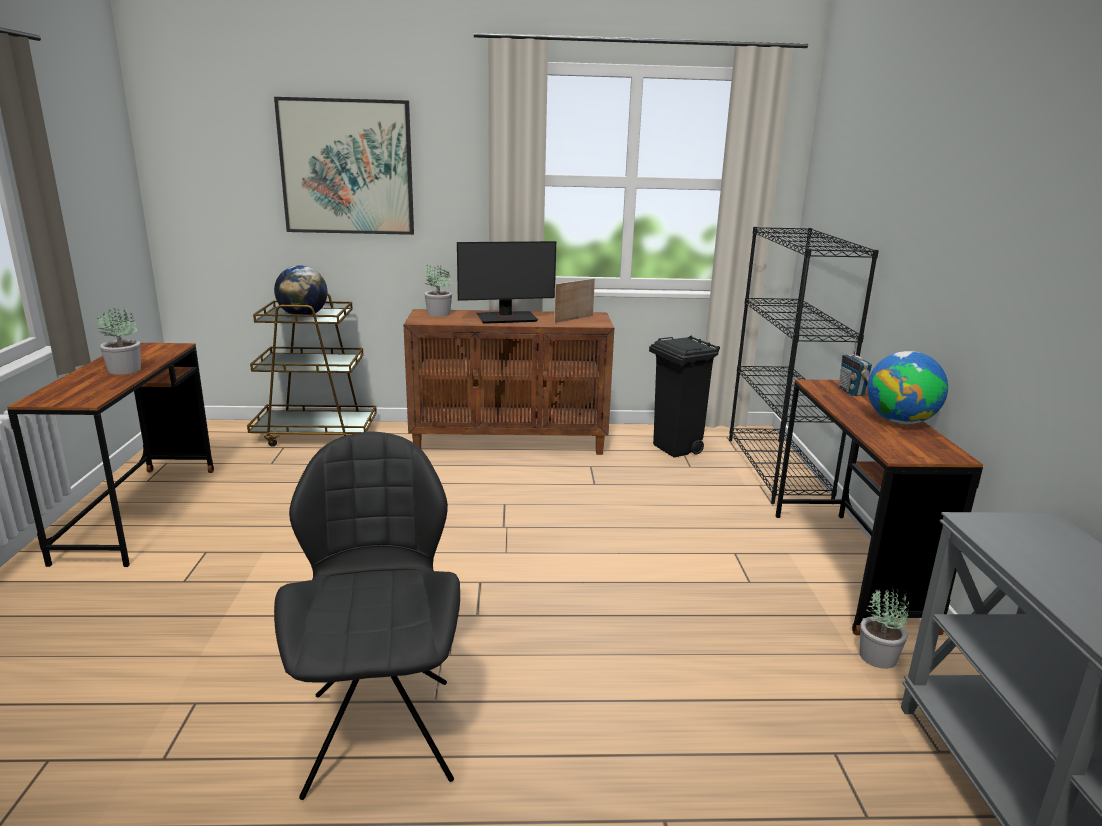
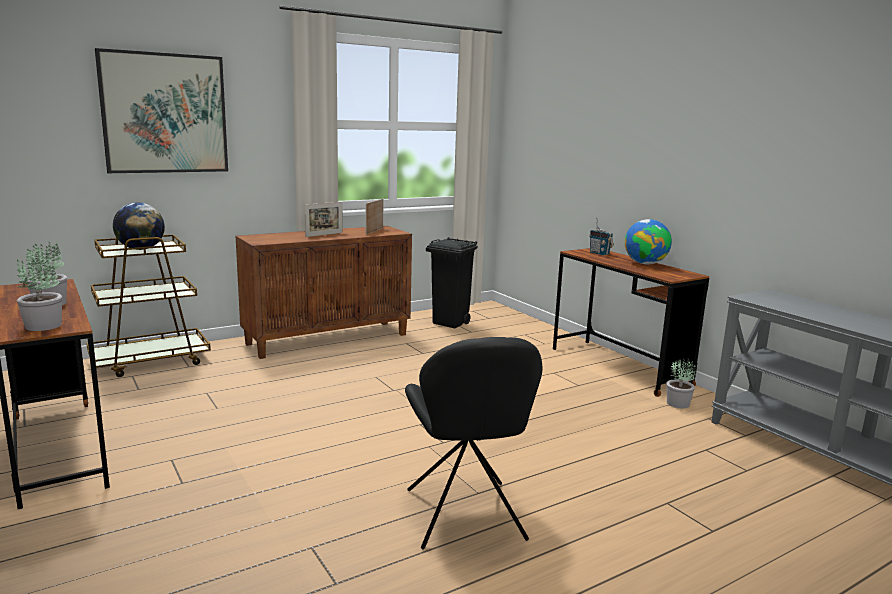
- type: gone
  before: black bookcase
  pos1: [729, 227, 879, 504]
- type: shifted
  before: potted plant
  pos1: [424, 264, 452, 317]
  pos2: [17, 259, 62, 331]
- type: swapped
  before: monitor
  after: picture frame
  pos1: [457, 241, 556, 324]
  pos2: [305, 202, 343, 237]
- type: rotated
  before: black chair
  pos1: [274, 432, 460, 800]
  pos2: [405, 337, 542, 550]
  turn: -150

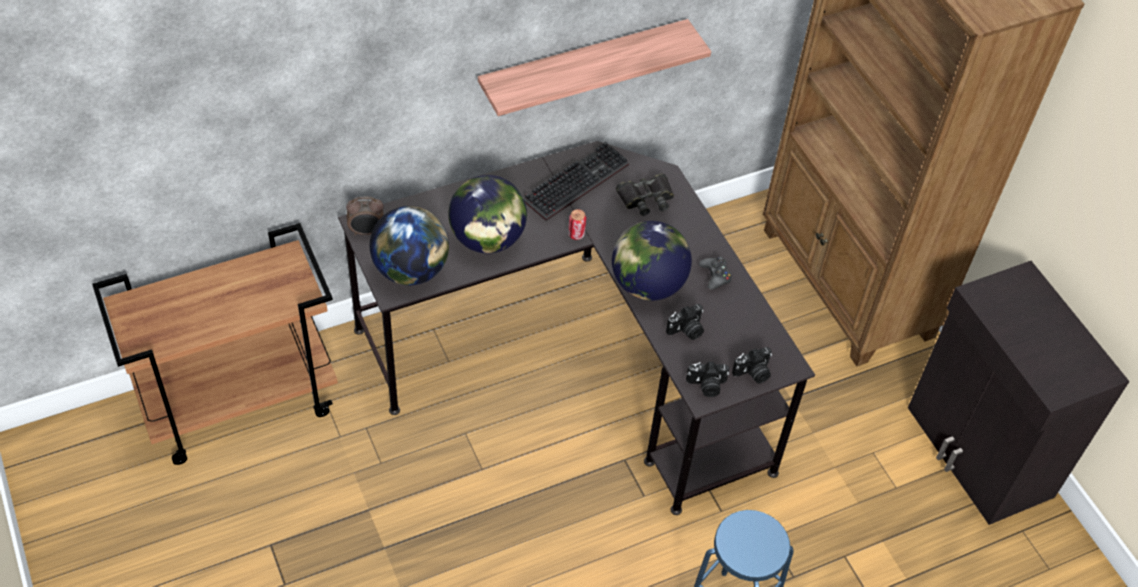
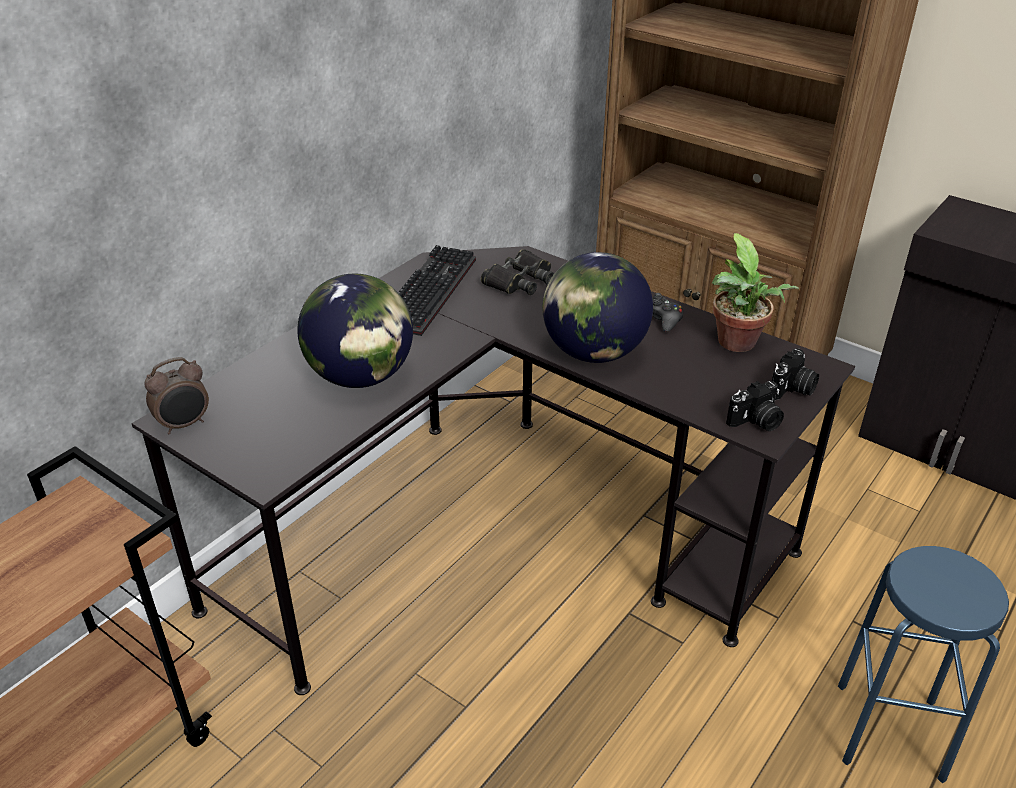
- type: gone
  before: globe
  pos1: [370, 206, 449, 285]
- type: gone
  before: shelf
  pos1: [478, 19, 711, 116]
- type: gone
  before: can
  pos1: [568, 209, 586, 240]
- type: gone
  before: photo camera
  pos1: [666, 304, 704, 340]
- type: new
  after: potted plant
  pos2: [712, 233, 799, 352]

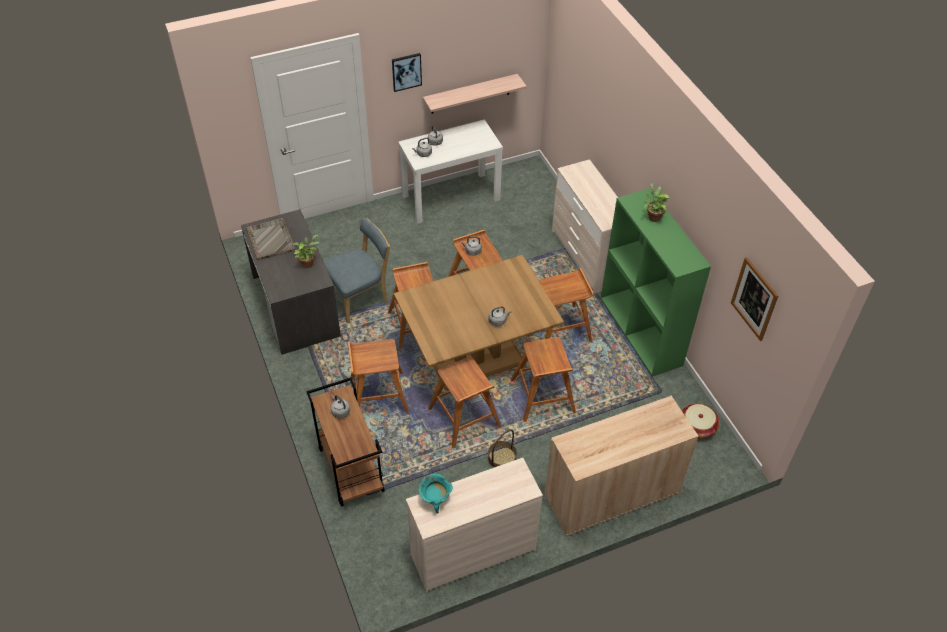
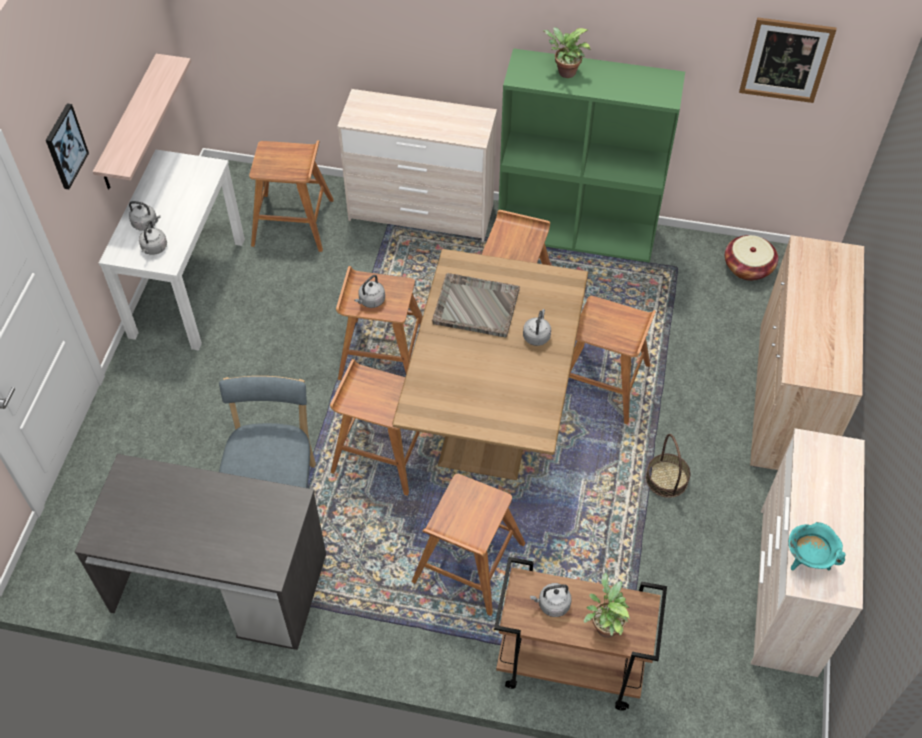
- type: shifted
  before: grey tray
  pos1: [246, 218, 295, 260]
  pos2: [432, 273, 520, 337]
- type: shifted
  before: potted plant
  pos1: [293, 235, 319, 268]
  pos2: [584, 573, 630, 638]
- type: shifted
  before: brown stool
  pos1: [428, 357, 501, 449]
  pos2: [249, 141, 334, 252]

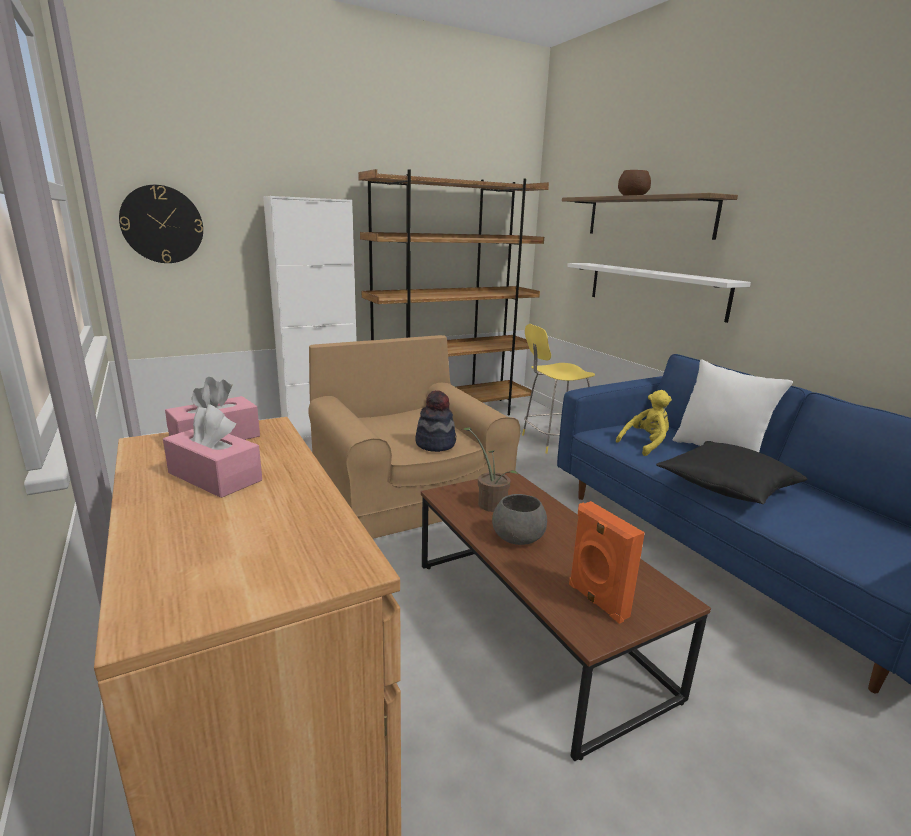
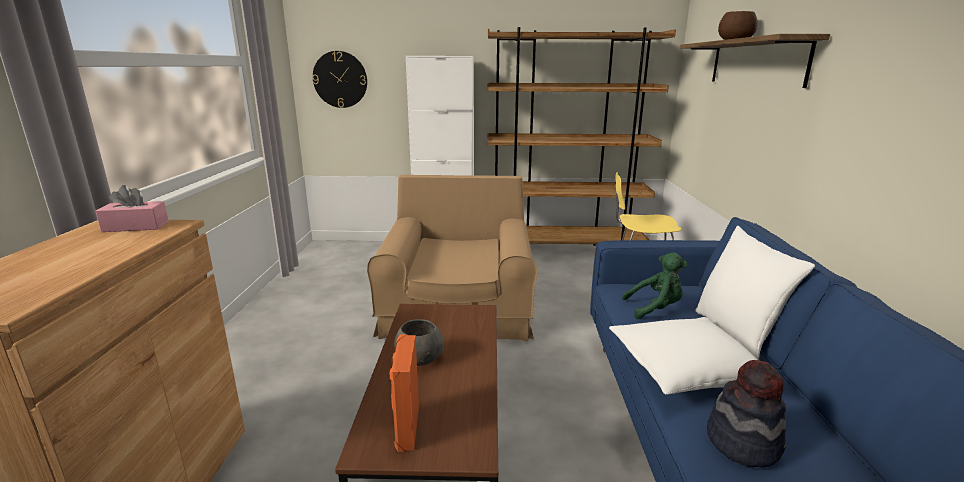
- type: gone
  before: pink tissue box
  pos1: [163, 404, 262, 498]
- type: gone
  before: potted plant
  pos1: [463, 427, 519, 512]
- type: gone
  before: white shelf
  pos1: [567, 263, 751, 323]
- type: shifted
  before: hat
  pos1: [416, 390, 456, 452]
  pos2: [707, 360, 786, 467]
- type: repainted
  before: yellow plush toy
  after: green plush toy
  pos1: [616, 390, 672, 456]
  pos2: [622, 253, 688, 319]
- type: repainted
  before: black pillow
  after: white pillow
  pos1: [656, 441, 807, 504]
  pos2: [609, 317, 784, 394]

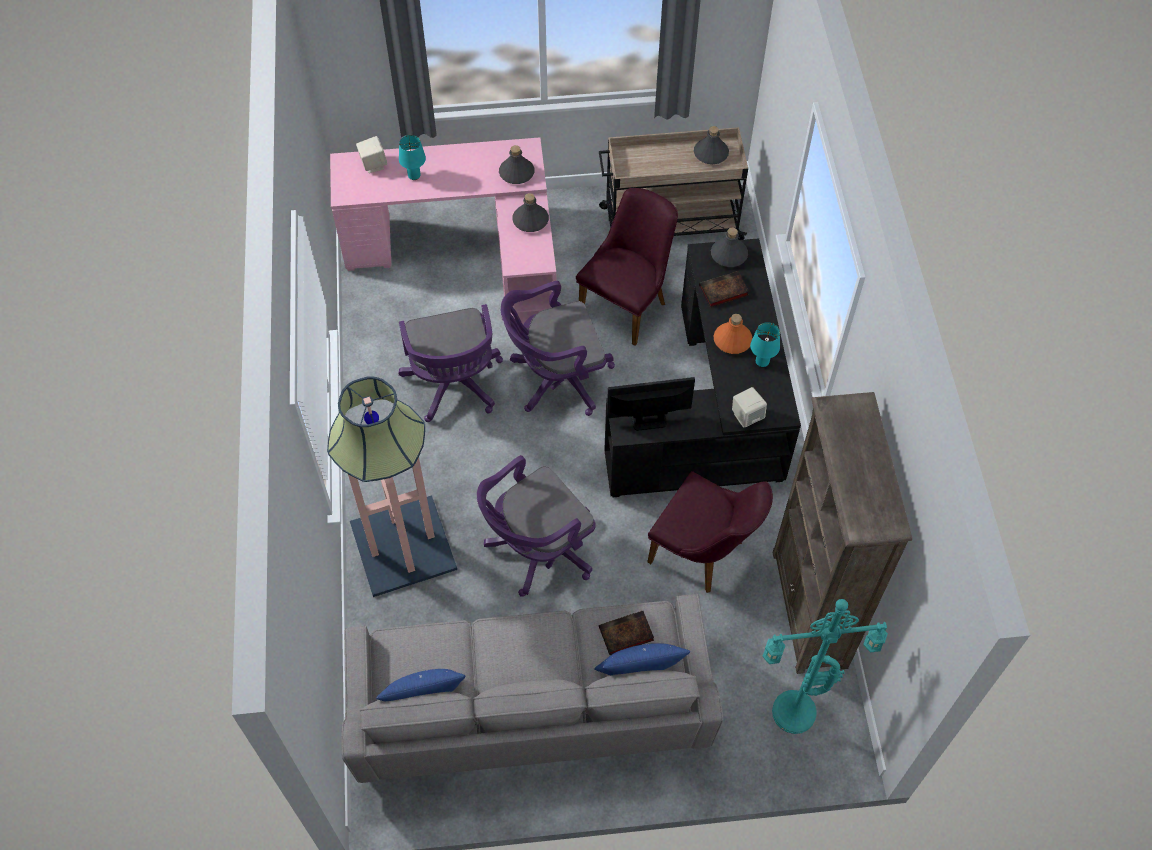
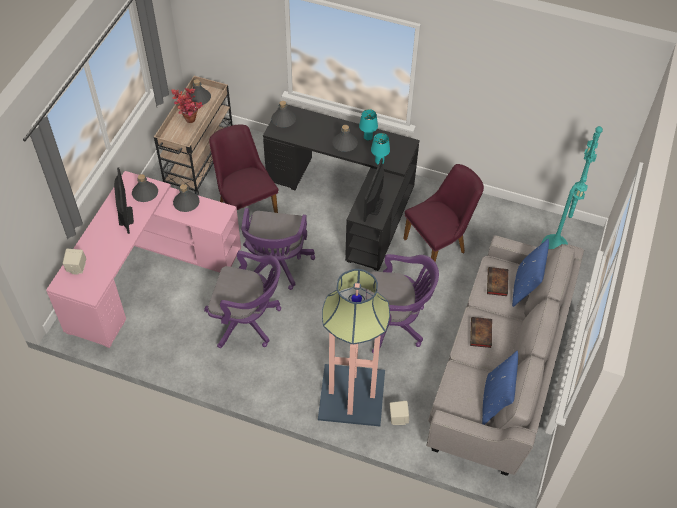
- type: gone
  before: brown bookcase
  pos1: [772, 392, 912, 674]
- type: new
  after: monitor
  pos2: [114, 168, 134, 234]
- type: new
  after: potted plant
  pos2: [171, 88, 203, 123]
- type: shifted
  before: turquoise table lamp
  pos1: [399, 135, 426, 180]
  pos2: [371, 133, 390, 165]
- type: shifted
  before: book
  pos1: [699, 271, 749, 307]
  pos2: [470, 317, 492, 348]
- type: shifted
  before: beige speaker
  pos1: [732, 387, 767, 428]
  pos2: [390, 401, 409, 425]
- type: repainted
  before: orange bottle
  after: grey bottle
  pos1: [714, 314, 752, 354]
  pos2: [332, 125, 358, 152]
- type: rotated
  before: purple office chair
  pos1: [477, 455, 595, 597]
  pos2: [366, 254, 439, 354]
  turn: -75

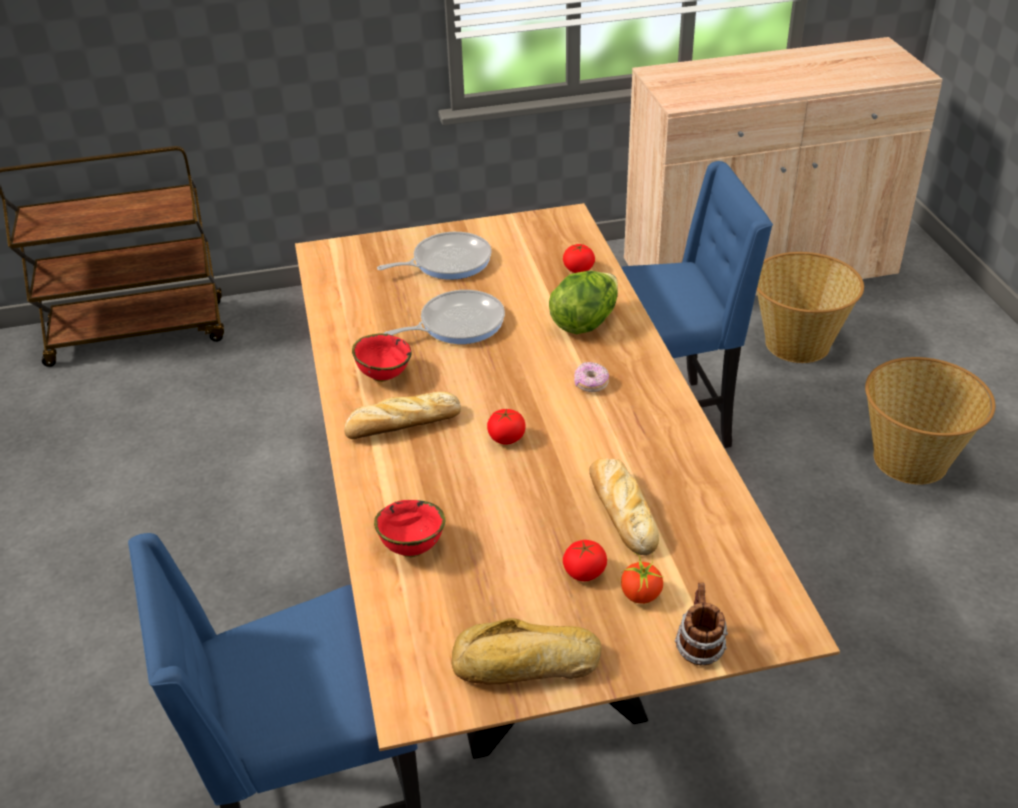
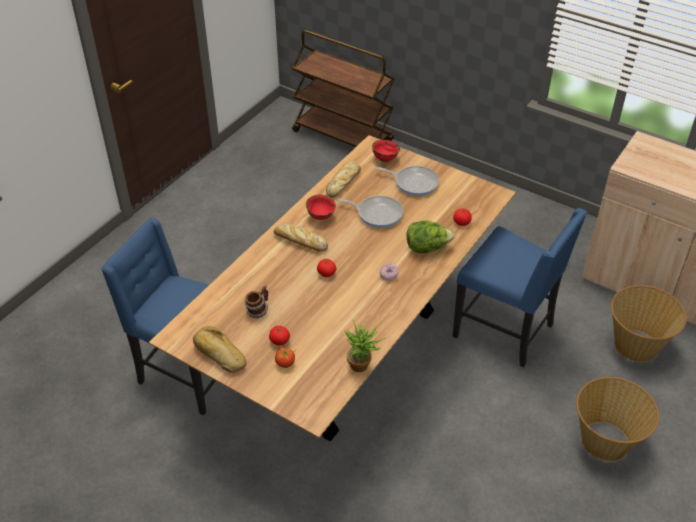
- type: new
  after: potted plant
  pos2: [344, 319, 385, 372]
- type: shifted
  before: red bowl
  pos1: [374, 500, 446, 557]
  pos2: [372, 140, 400, 162]
- type: shifted
  before: bread
  pos1: [589, 458, 659, 555]
  pos2: [326, 161, 361, 198]
- type: shifted
  before: mug
  pos1: [675, 582, 728, 665]
  pos2: [245, 286, 268, 318]

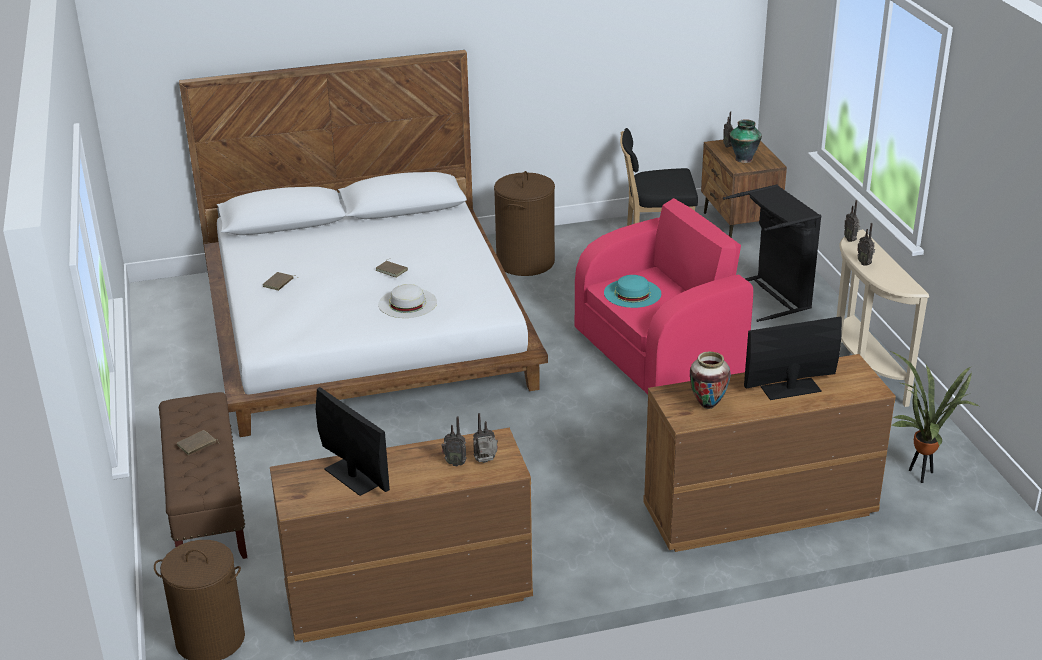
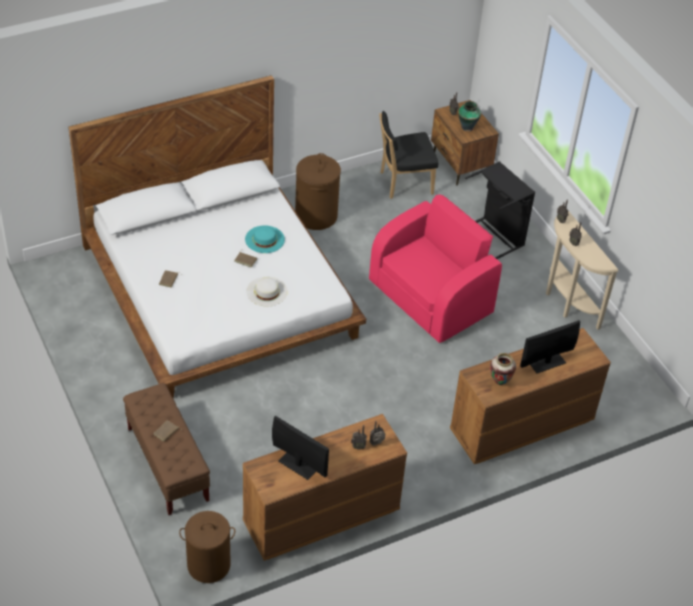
- type: gone
  before: potted plant
  pos1: [891, 351, 979, 483]
- type: shifted
  before: turquoise hat
  pos1: [604, 275, 661, 308]
  pos2: [245, 225, 285, 253]

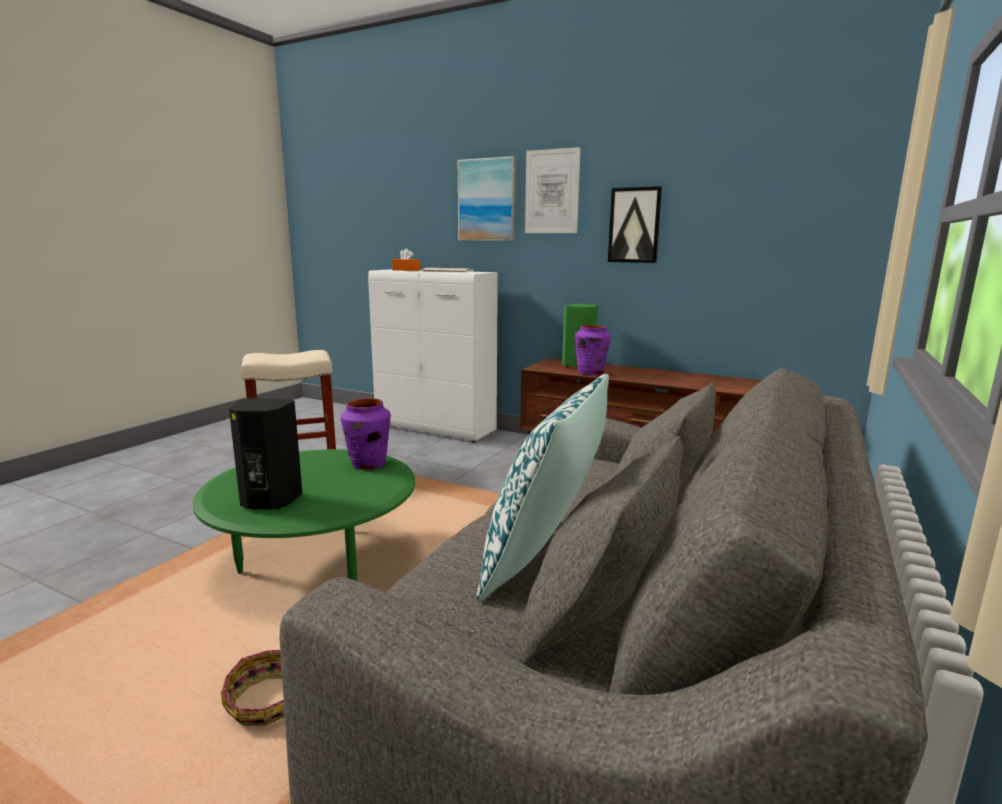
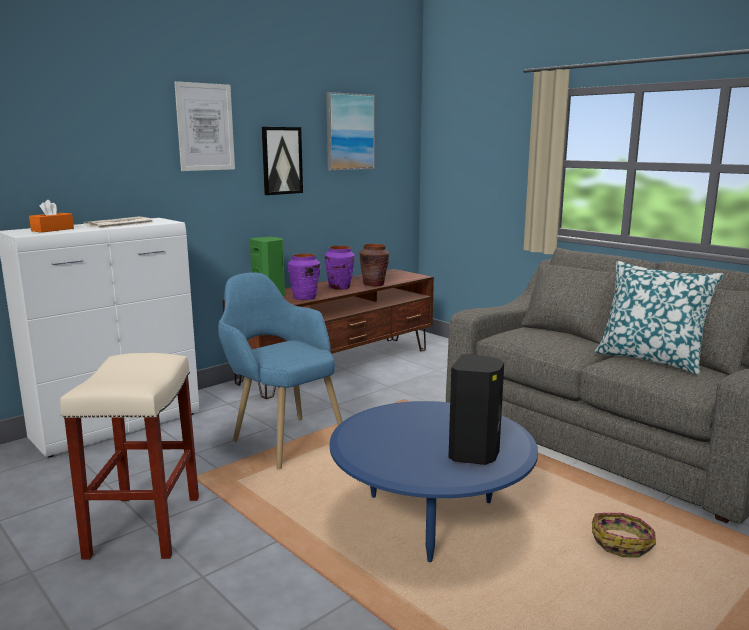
- type: new
  after: blue armchair
  pos2: [218, 273, 343, 470]
- type: new
  after: brown vase
  pos2: [360, 244, 389, 286]
- type: shifted
  before: purple vase
  pos1: [340, 398, 391, 470]
  pos2: [325, 246, 355, 290]
- type: shifted
  before: picture
  pos1: [458, 156, 516, 241]
  pos2: [326, 92, 375, 171]
- type: repainted
  before: green coffee table
  after: blue coffee table
  pos1: [193, 449, 415, 581]
  pos2: [330, 401, 538, 562]

